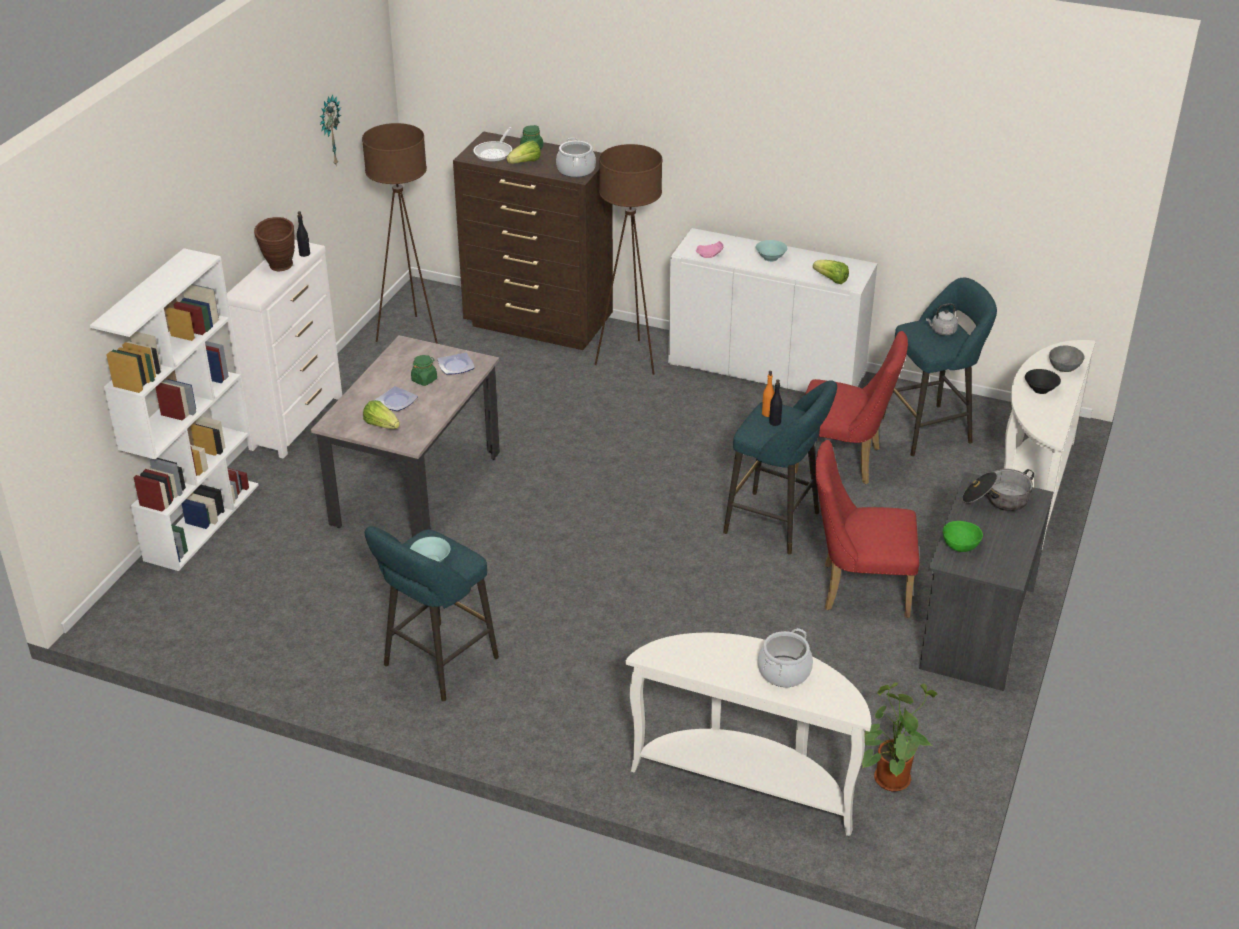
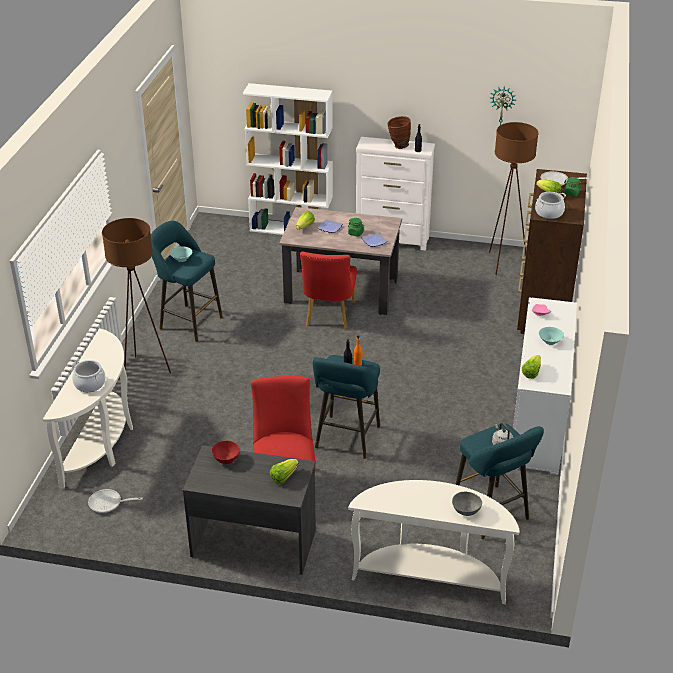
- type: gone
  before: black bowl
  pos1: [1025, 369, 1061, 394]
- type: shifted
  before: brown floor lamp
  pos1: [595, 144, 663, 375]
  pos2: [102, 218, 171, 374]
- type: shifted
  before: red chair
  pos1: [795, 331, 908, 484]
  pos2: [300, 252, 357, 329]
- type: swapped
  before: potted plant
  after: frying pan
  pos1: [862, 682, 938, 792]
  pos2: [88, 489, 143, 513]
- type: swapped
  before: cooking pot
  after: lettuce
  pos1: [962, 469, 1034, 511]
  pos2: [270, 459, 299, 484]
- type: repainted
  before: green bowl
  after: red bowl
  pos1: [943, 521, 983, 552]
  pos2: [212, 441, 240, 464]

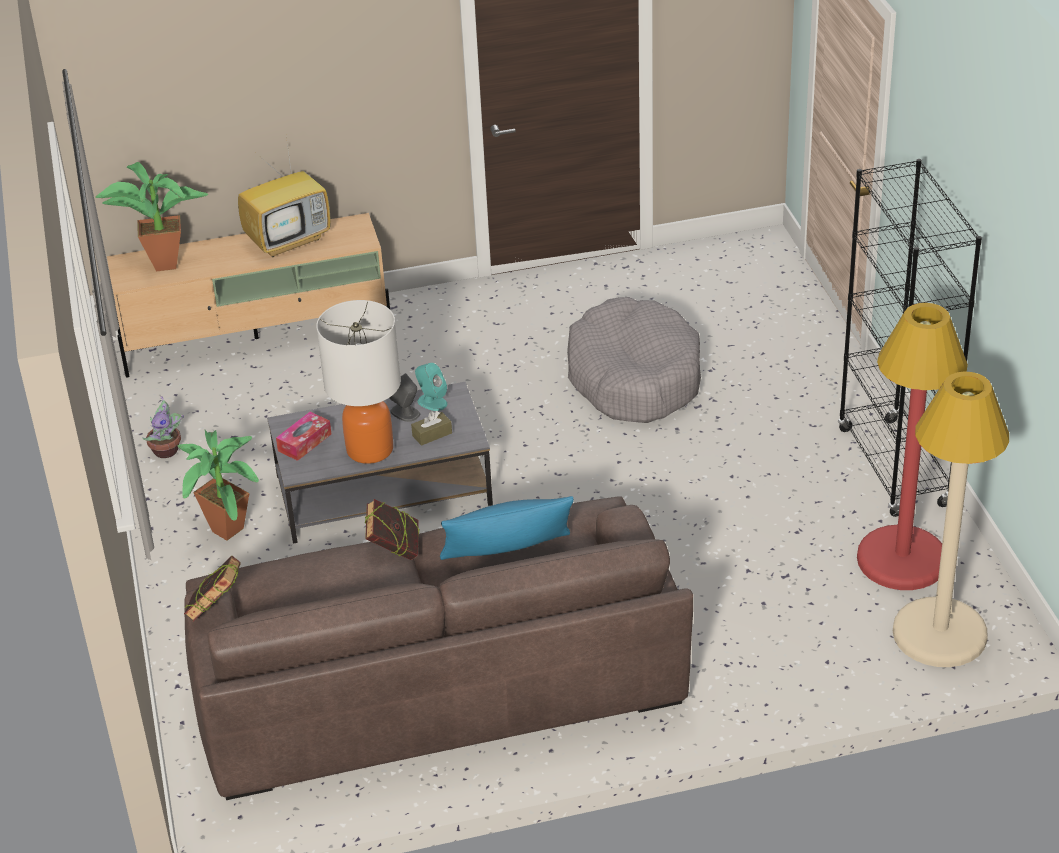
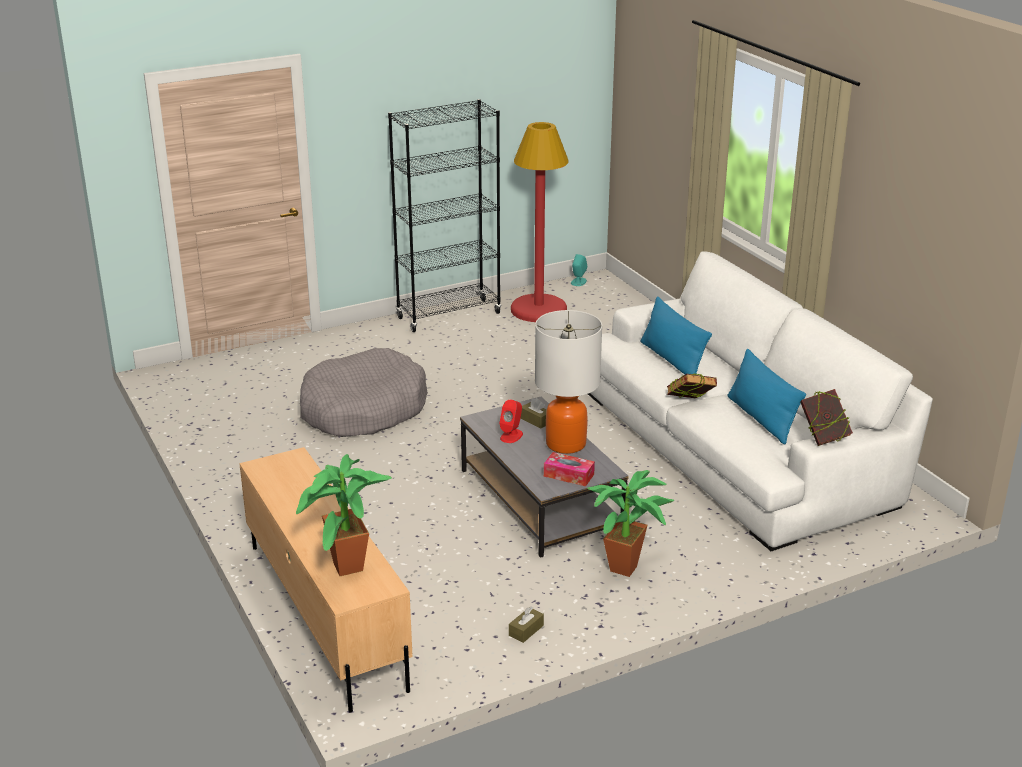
- type: gone
  before: television
  pos1: [238, 137, 331, 257]
- type: gone
  before: beige floor lamp
  pos1: [893, 371, 1009, 667]
- type: new
  after: blue pillow
  pos2: [727, 349, 806, 444]
- type: shifted
  before: turquoise speaker
  pos1: [415, 363, 447, 411]
  pos2: [571, 254, 587, 286]
- type: swapped
  before: potted plant
  after: brown tissue box
  pos1: [142, 396, 184, 458]
  pos2: [509, 606, 544, 643]
- type: repainted
  before: brown sofa
  after: white sofa
  pos1: [184, 496, 693, 800]
  pos2: [588, 251, 933, 551]
- type: repainted
  before: grey speaker
  after: red speaker
  pos1: [389, 373, 420, 422]
  pos2: [499, 400, 523, 443]

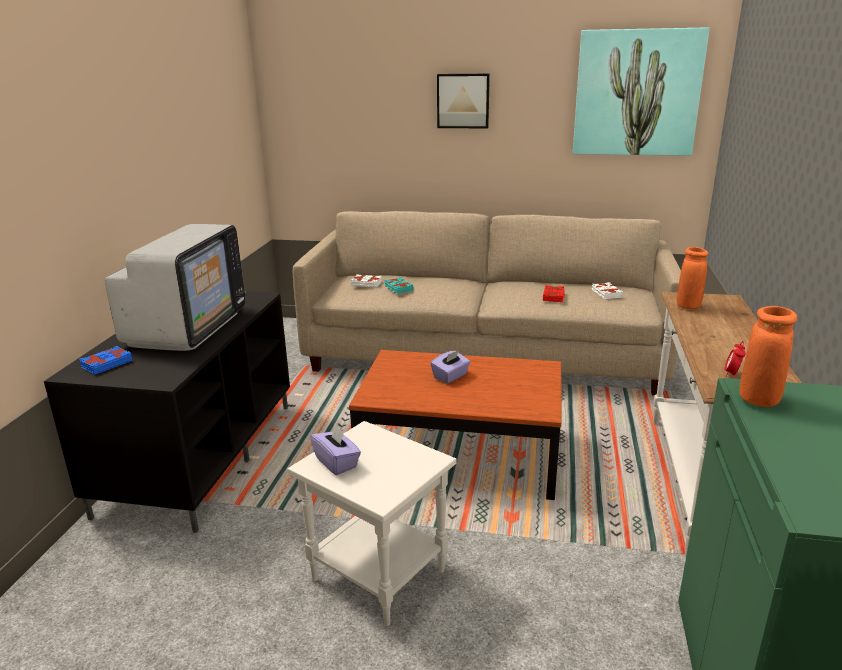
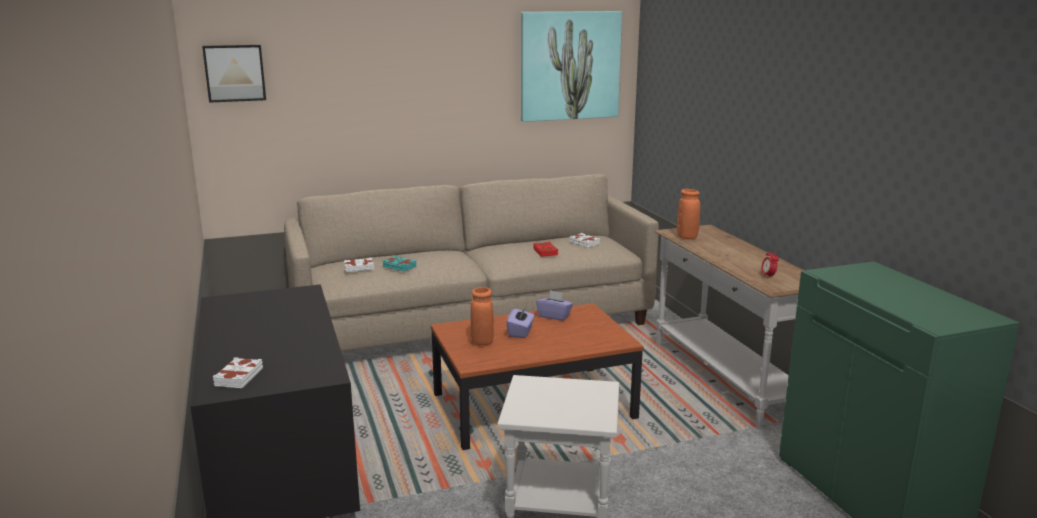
- type: gone
  before: television
  pos1: [104, 224, 246, 351]
- type: shifted
  before: purple tissue box
  pos1: [310, 424, 361, 475]
  pos2: [536, 290, 573, 321]
- type: shifted
  before: picture
  pos1: [437, 74, 490, 128]
  pos2: [202, 45, 266, 103]
- type: shifted
  before: orange vase
  pos1: [740, 306, 797, 407]
  pos2: [471, 287, 494, 345]
- type: repainted
  before: blue book
  after: white book
  pos1: [79, 346, 133, 375]
  pos2: [213, 357, 263, 388]

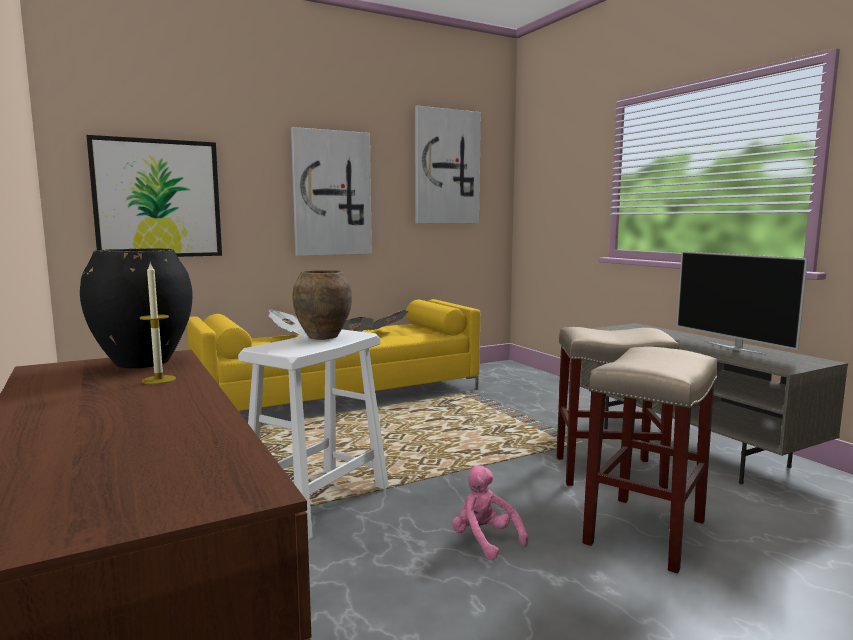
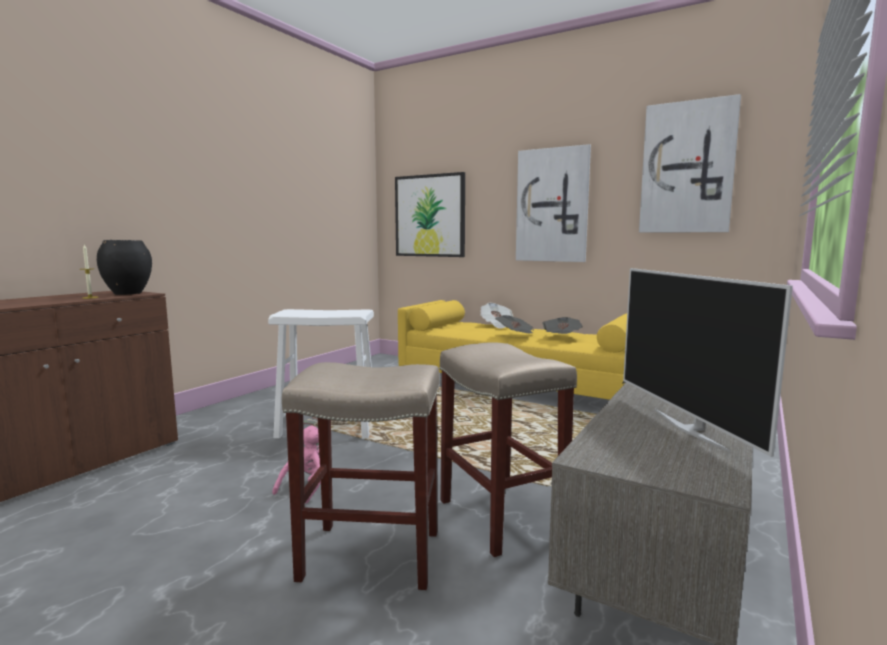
- type: gone
  before: brown vase
  pos1: [292, 270, 352, 340]
- type: rotated
  before: television
  pos1: [677, 251, 808, 355]
  pos2: [623, 268, 793, 457]
  turn: -45

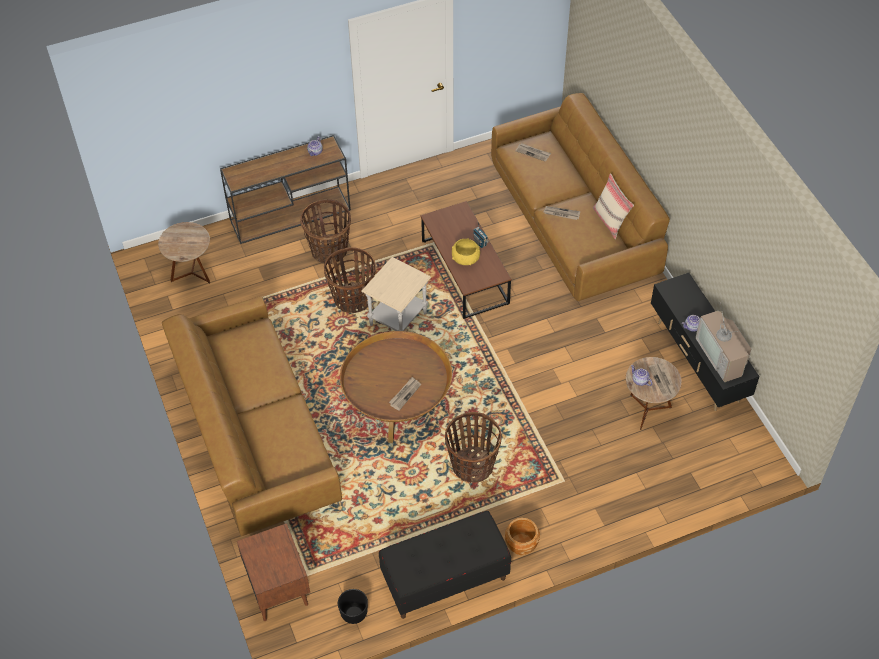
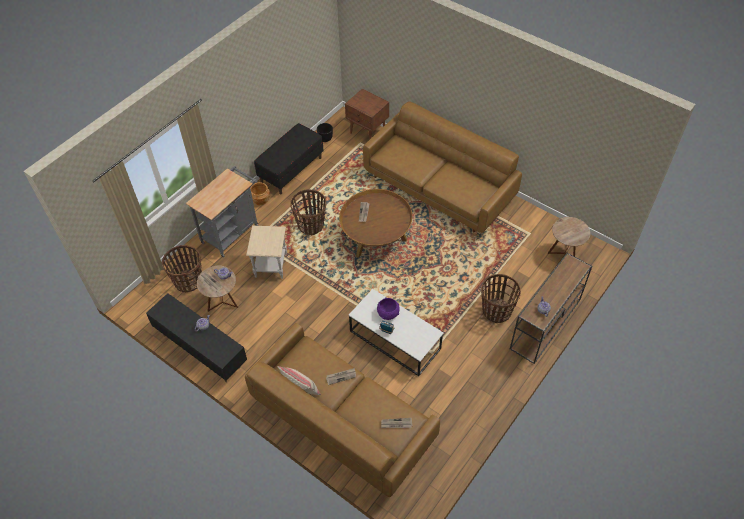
- type: gone
  before: television
  pos1: [696, 302, 751, 382]
- type: new
  after: grey cart
  pos2: [186, 166, 259, 258]
- type: shifted
  before: basket
  pos1: [324, 247, 376, 313]
  pos2: [162, 245, 202, 292]
- type: shifted
  before: beige side table
  pos1: [361, 257, 431, 331]
  pos2: [246, 226, 287, 279]
- type: repainted
  before: brown coffee table
  after: white coffee table
  pos1: [421, 201, 511, 319]
  pos2: [349, 289, 444, 376]
- type: repainted
  before: yellow bowl
  after: purple bowl
  pos1: [452, 238, 480, 265]
  pos2: [377, 298, 400, 320]

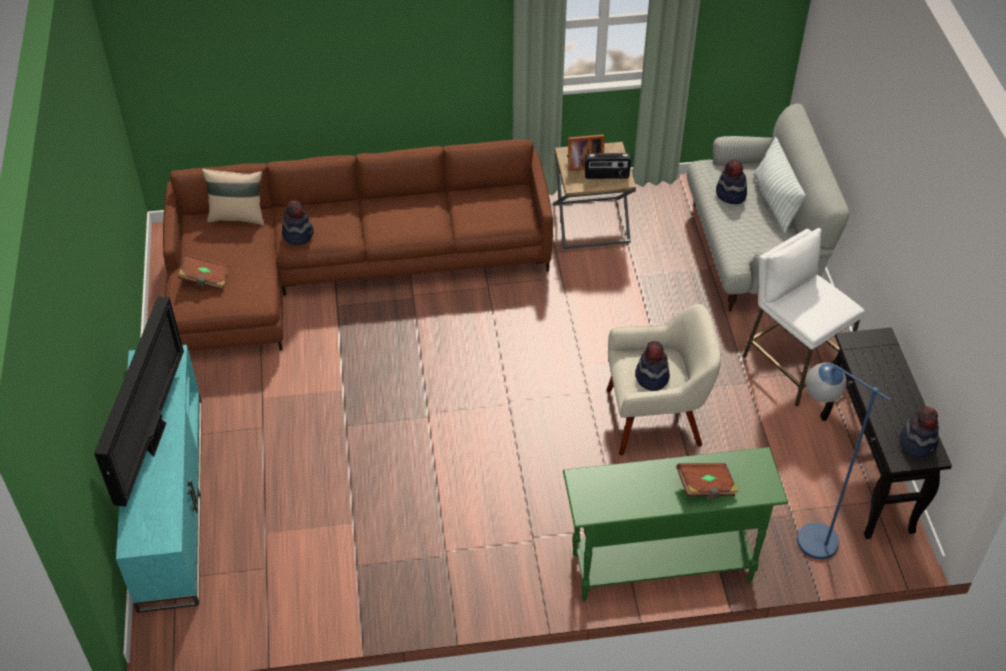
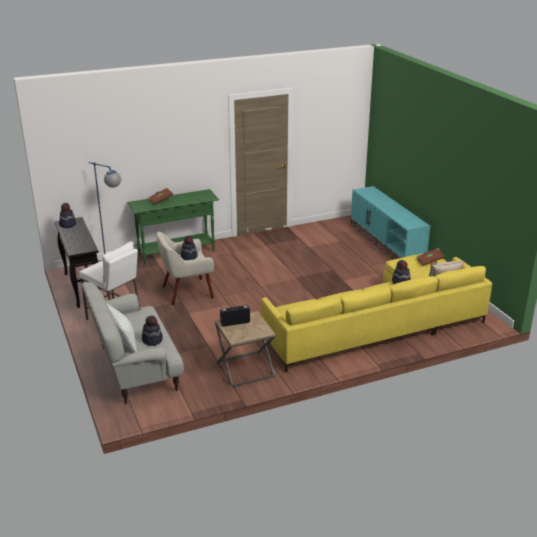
- type: gone
  before: television
  pos1: [94, 296, 184, 506]
- type: gone
  before: picture frame
  pos1: [567, 135, 604, 171]
- type: repainted
  before: brown sofa
  after: yellow sofa
  pos1: [163, 139, 553, 351]
  pos2: [261, 253, 492, 372]

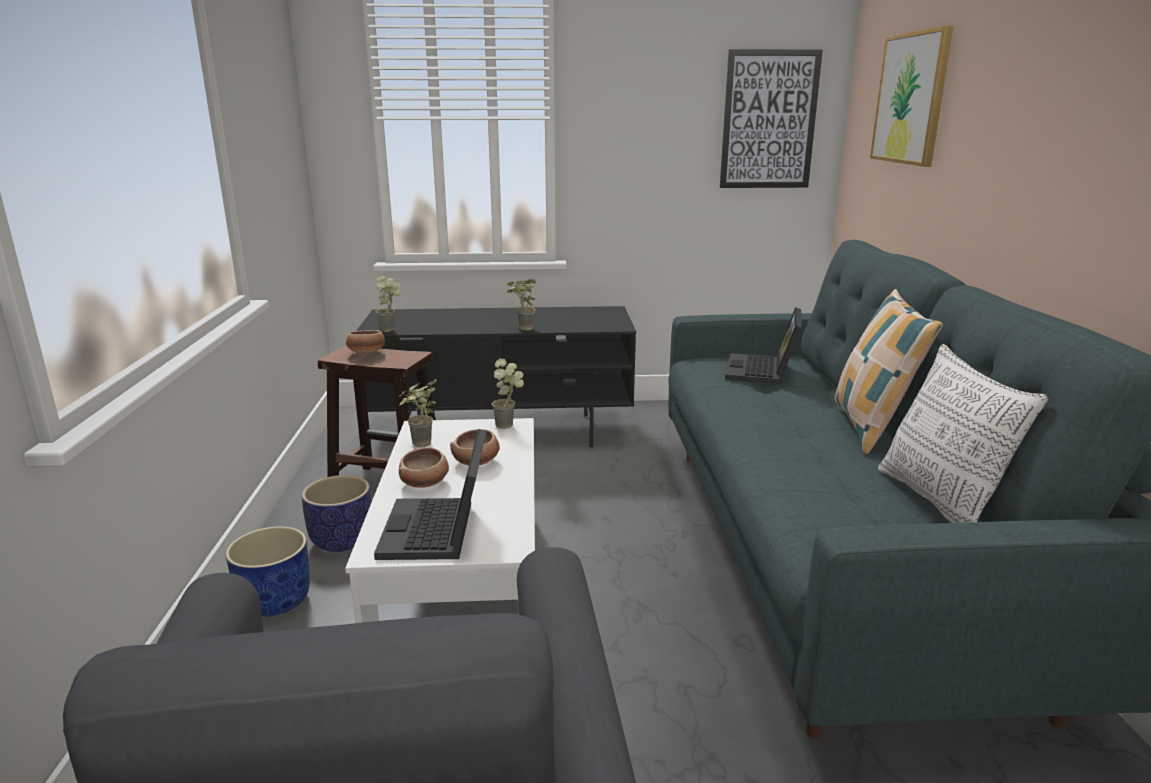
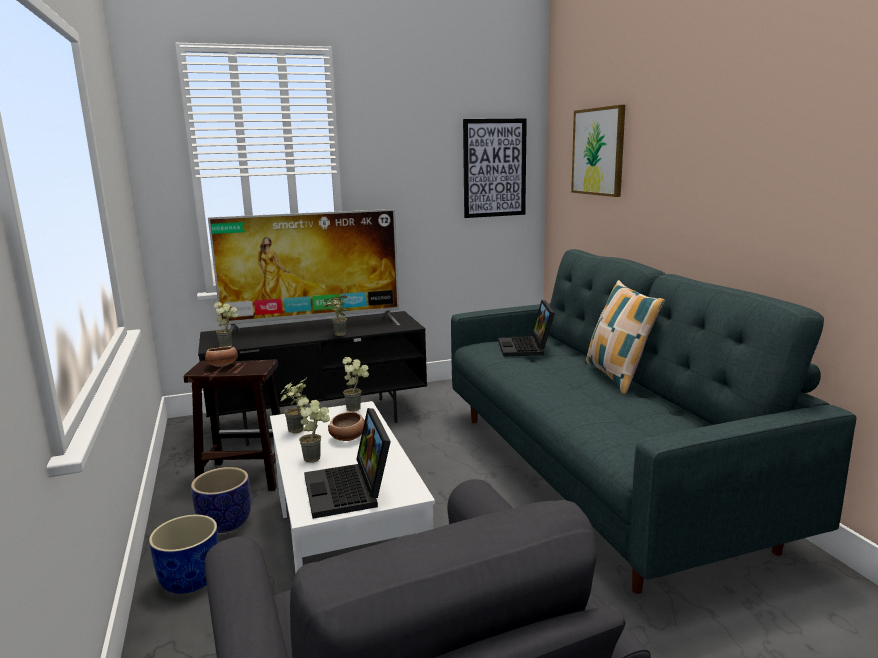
- type: gone
  before: pillow
  pos1: [878, 344, 1048, 523]
- type: new
  after: television
  pos2: [208, 209, 400, 332]
- type: swapped
  before: bowl
  after: potted plant
  pos1: [399, 447, 449, 488]
  pos2: [298, 397, 330, 463]

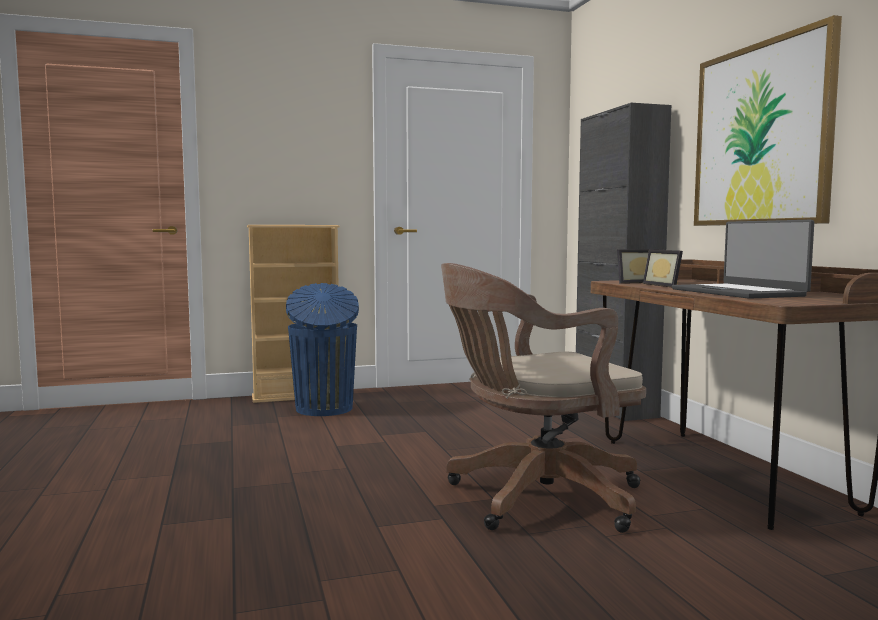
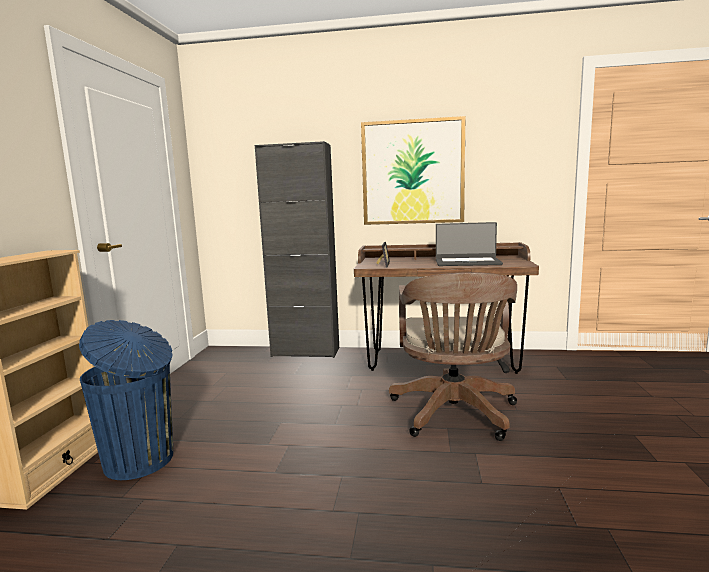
- type: gone
  before: picture frame
  pos1: [643, 249, 683, 287]

